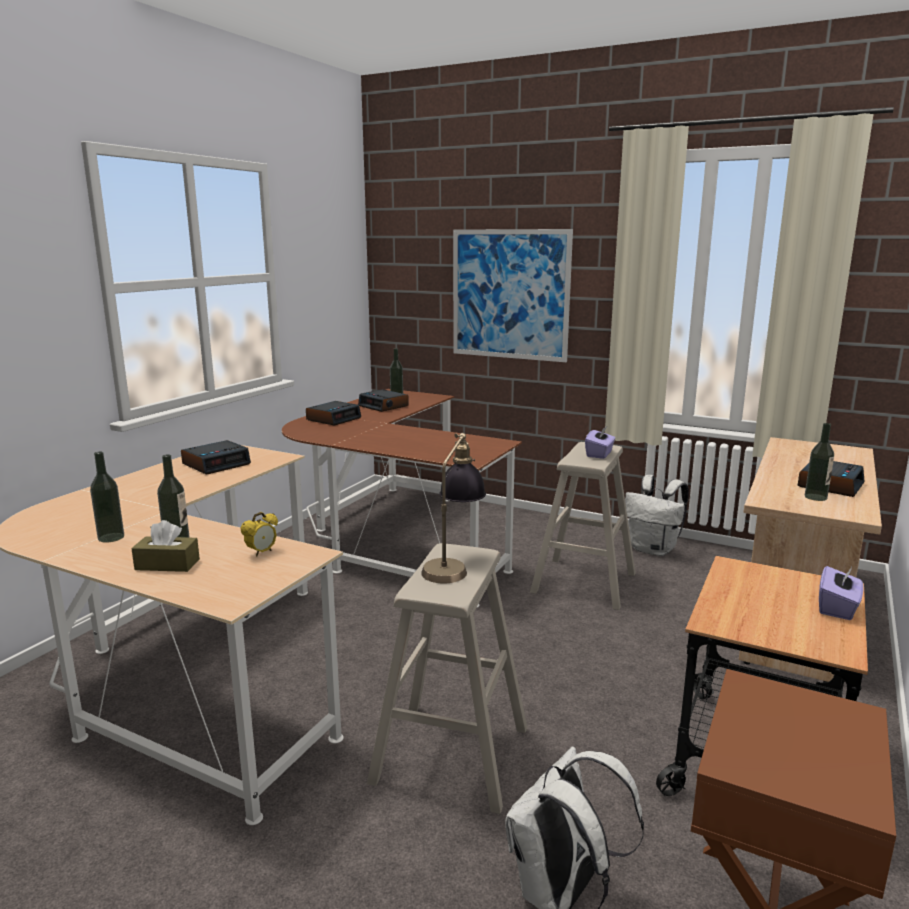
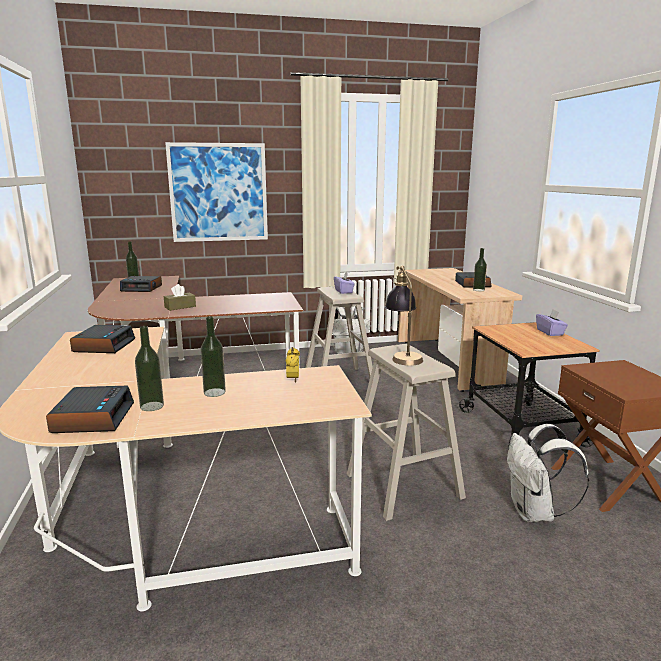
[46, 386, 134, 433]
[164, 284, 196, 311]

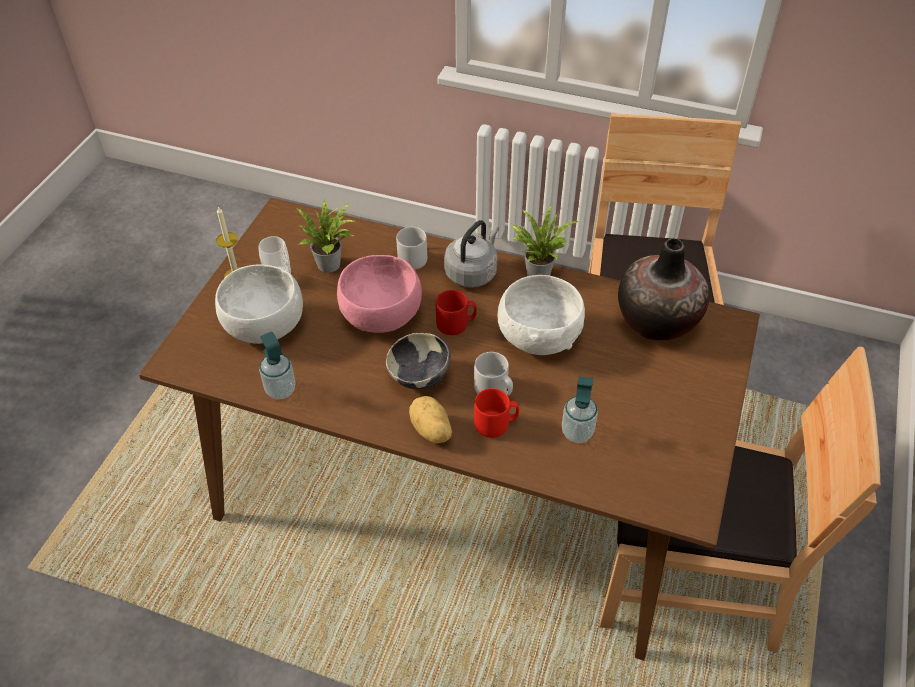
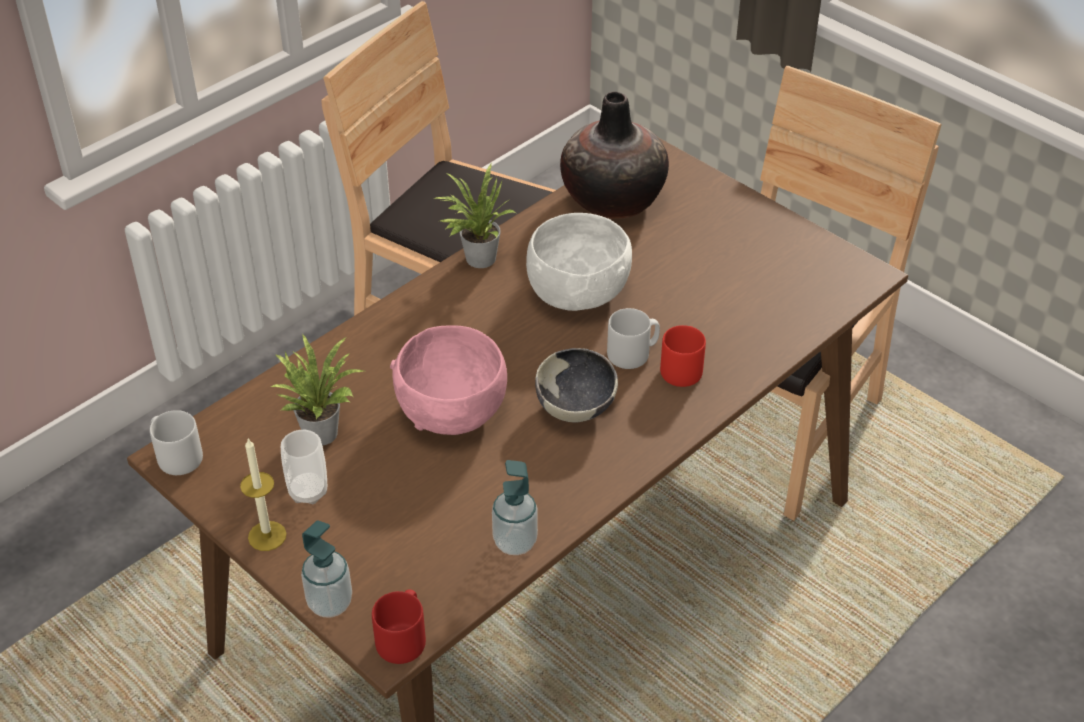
[150, 410, 203, 475]
[301, 521, 352, 617]
[372, 589, 426, 664]
[215, 264, 303, 344] (first image)
[409, 396, 452, 444] (first image)
[444, 220, 499, 288] (first image)

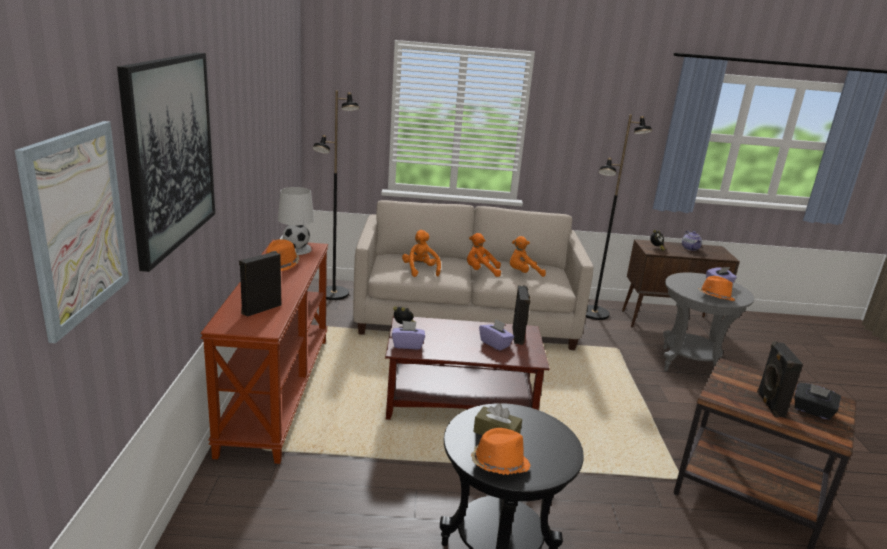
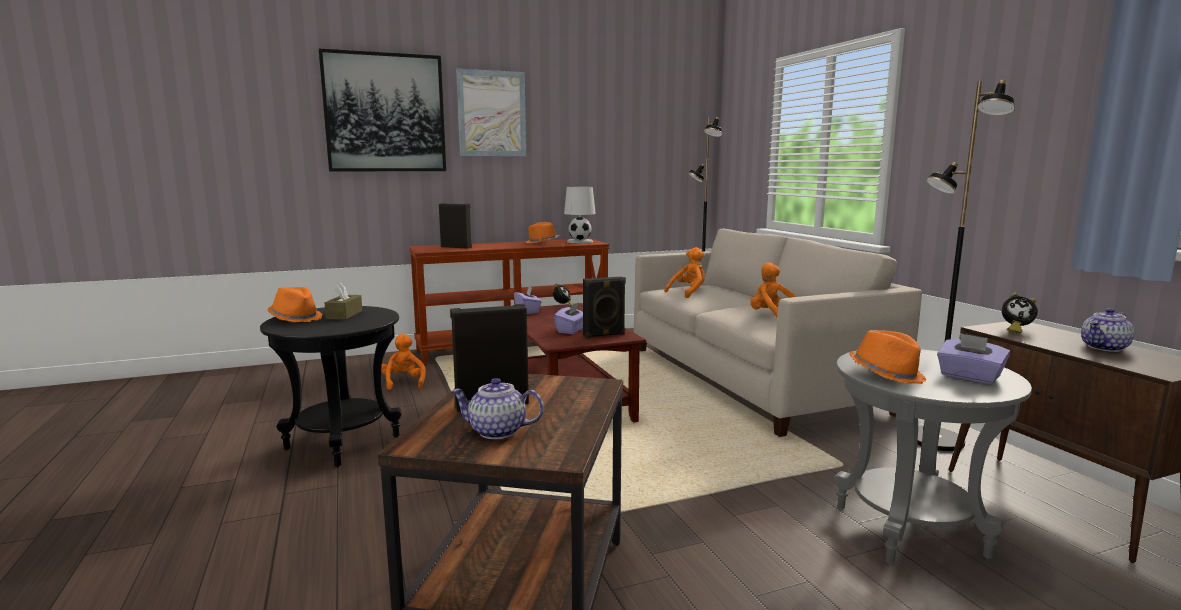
[381, 334, 426, 390]
[451, 378, 544, 439]
[456, 69, 526, 156]

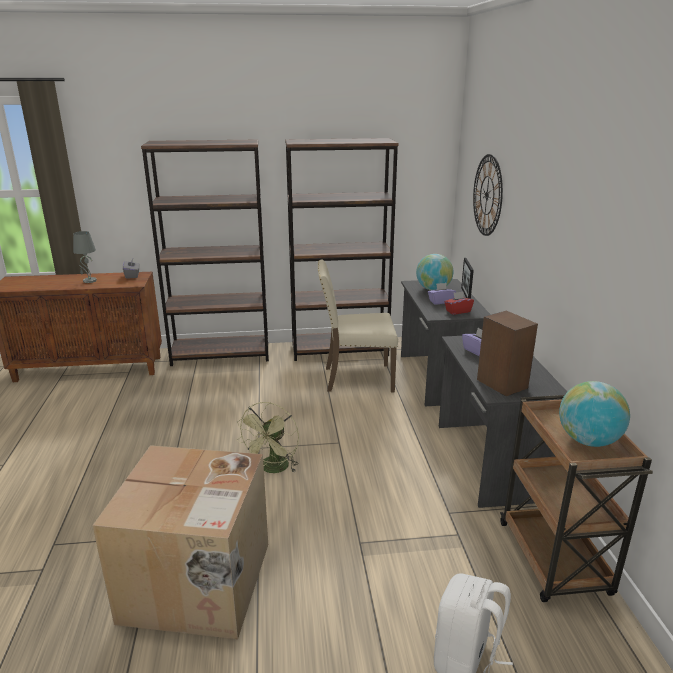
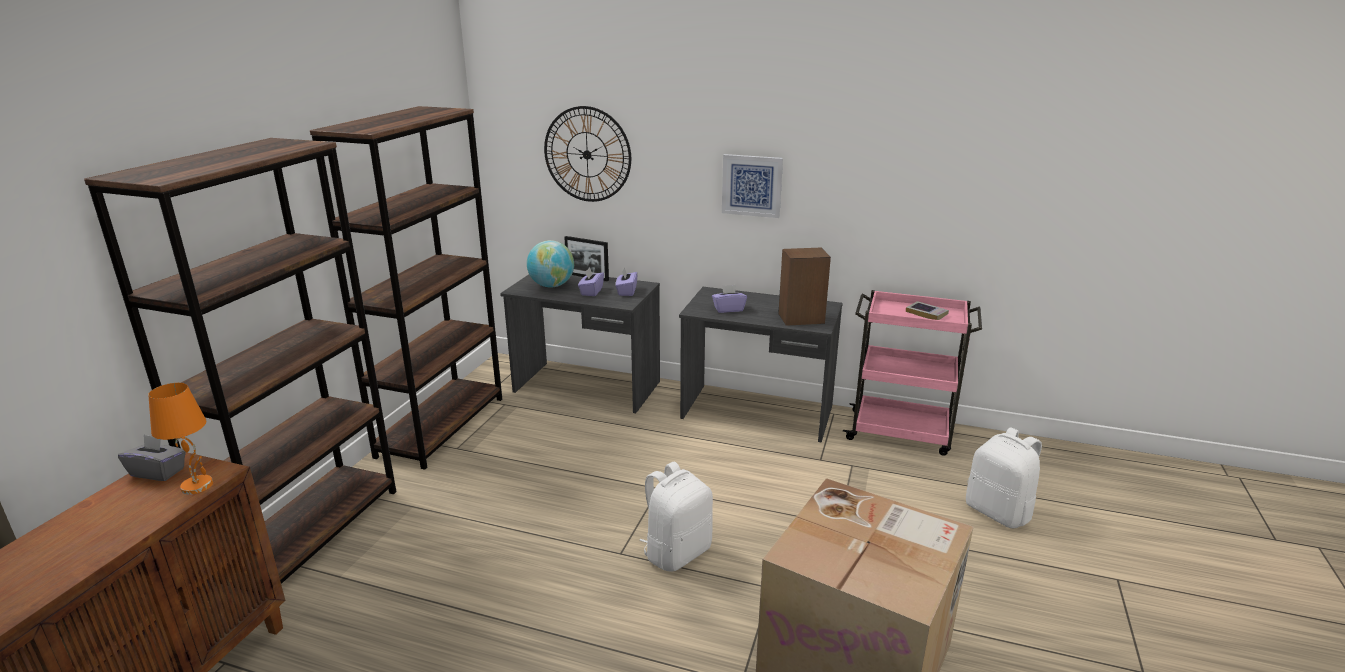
[148, 383, 213, 495]
[615, 267, 638, 296]
[639, 462, 713, 572]
[722, 154, 783, 218]
[843, 290, 982, 456]
[906, 301, 949, 320]
[73, 231, 97, 283] (first image)
[318, 260, 398, 393] (first image)

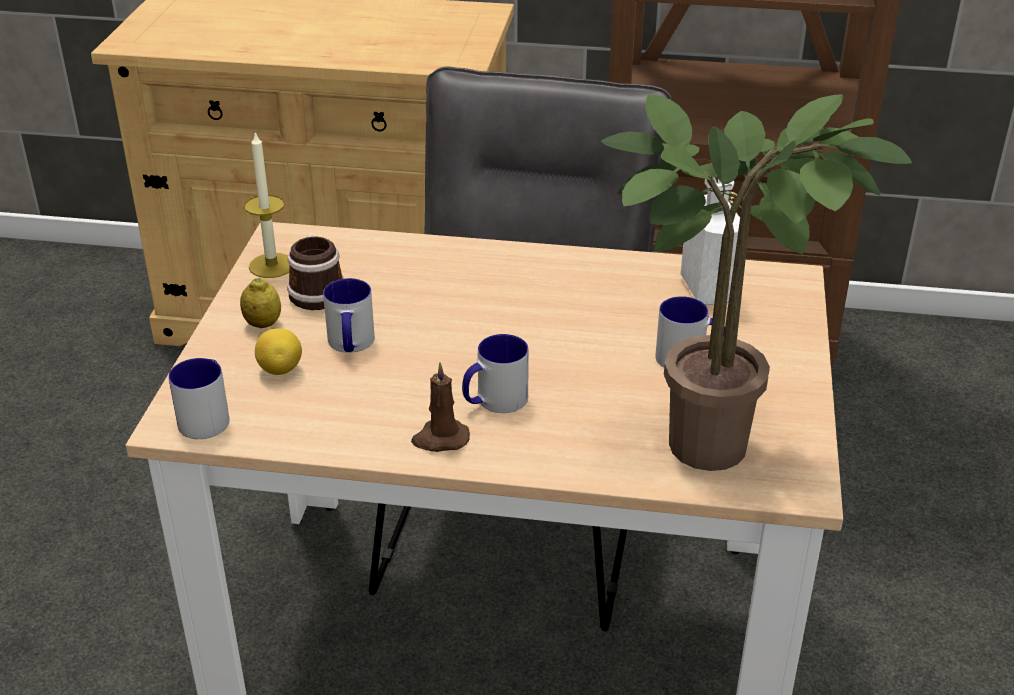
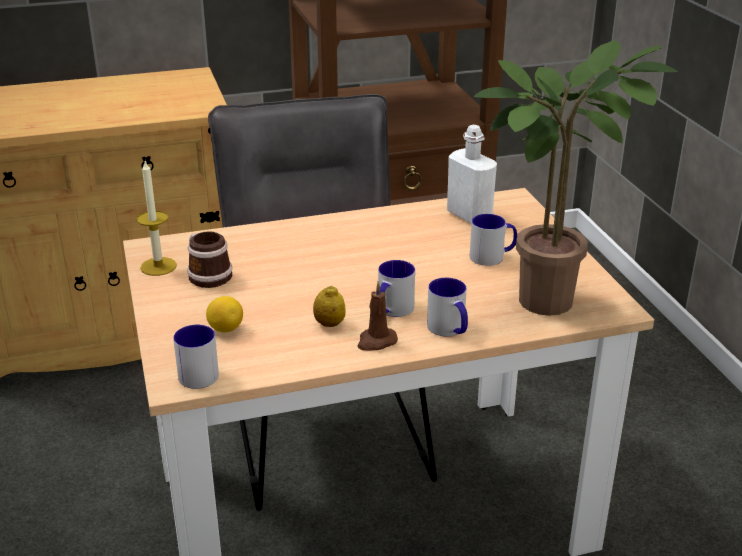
[313, 285, 346, 327]
[427, 278, 468, 337]

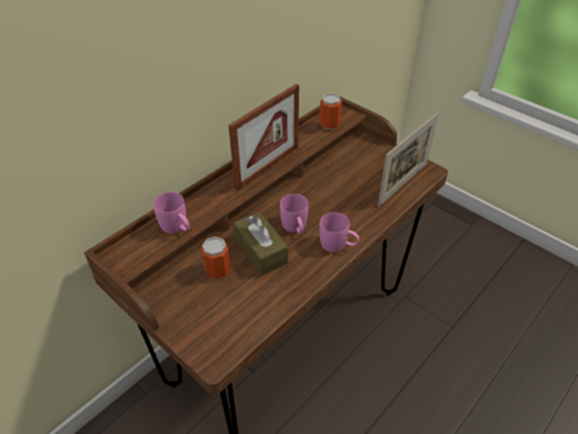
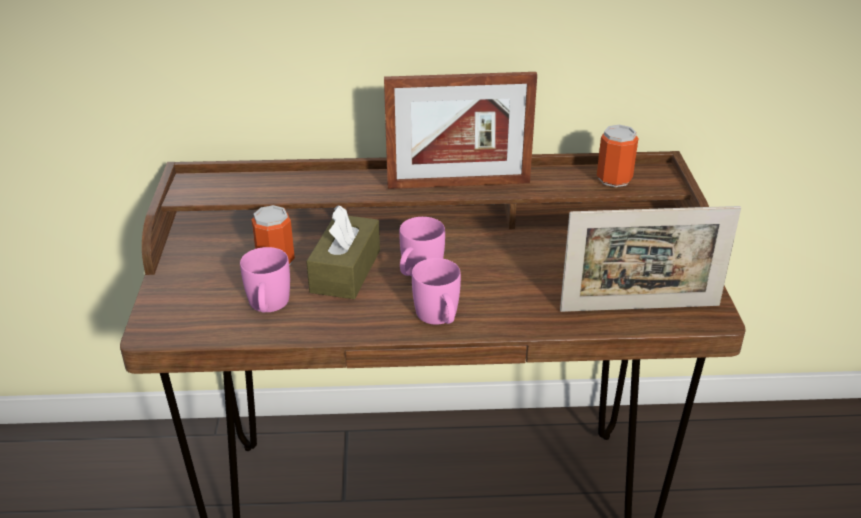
[240, 247, 290, 313]

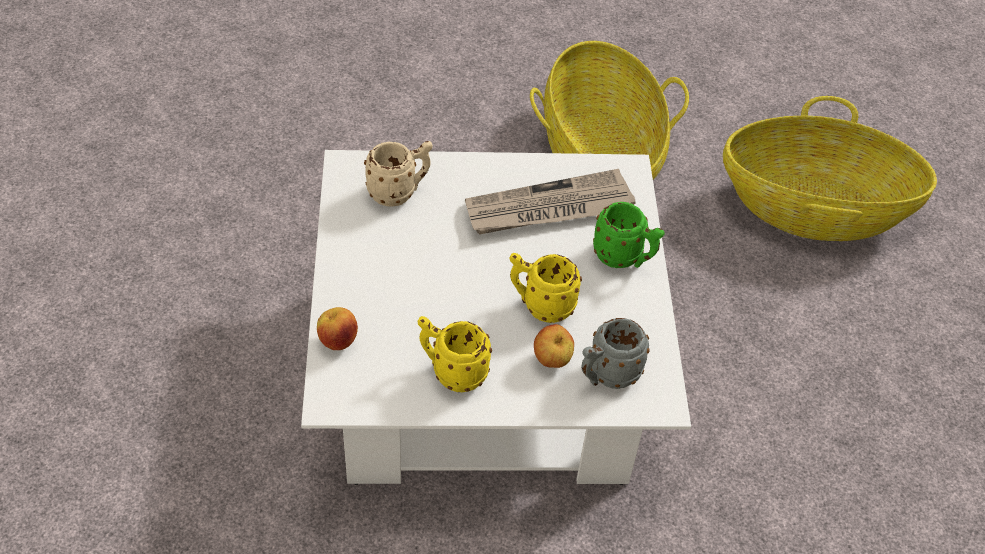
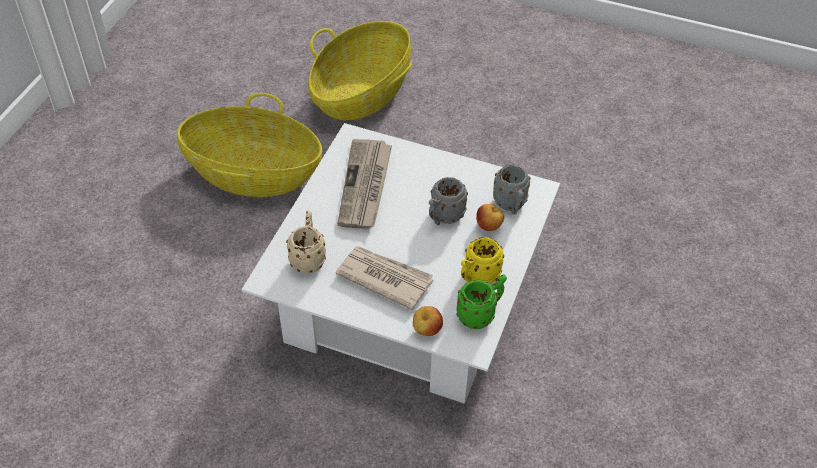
[335, 246, 433, 310]
[429, 177, 468, 225]
[456, 275, 507, 329]

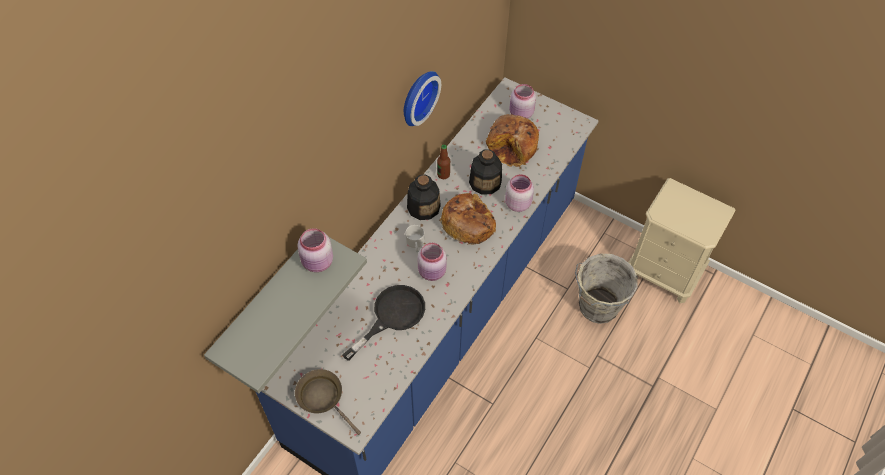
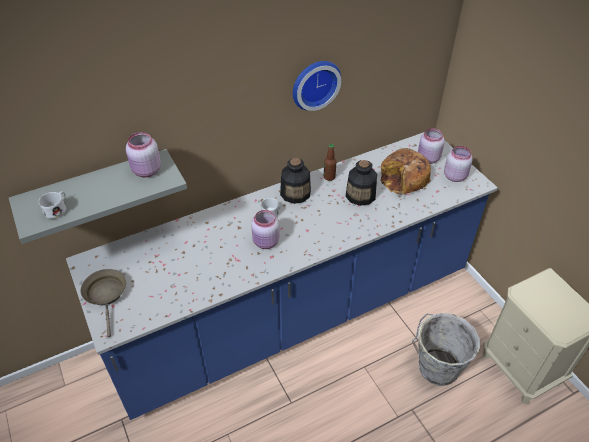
[39, 191, 66, 219]
[444, 146, 473, 182]
[342, 285, 425, 361] (first image)
[440, 193, 496, 245] (first image)

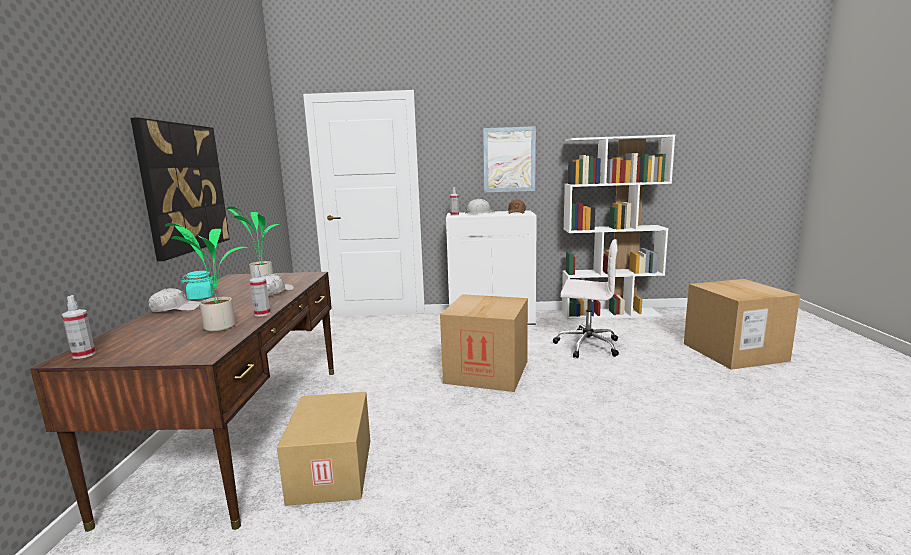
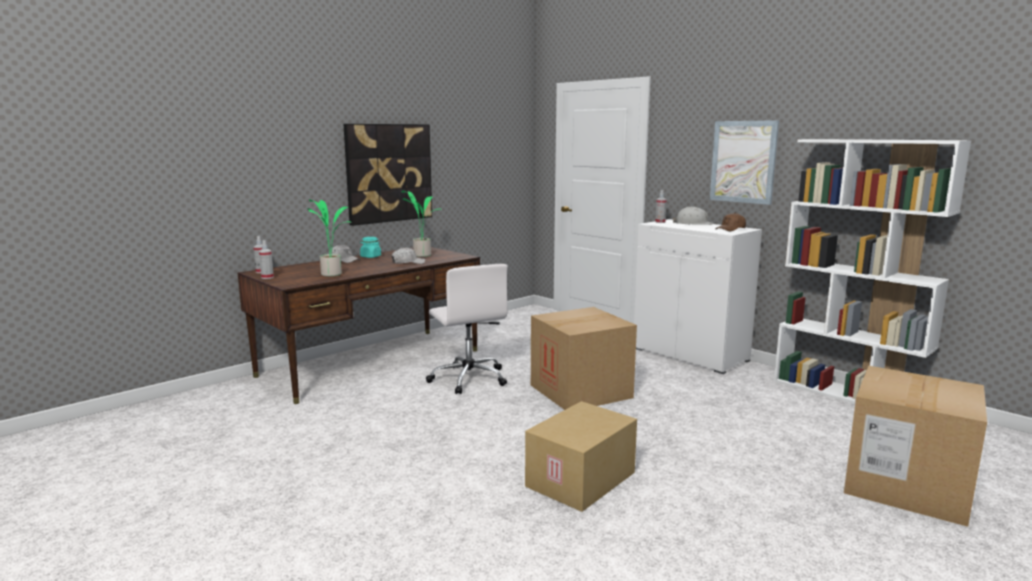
[259, 240, 274, 279]
[426, 264, 508, 394]
[525, 401, 637, 512]

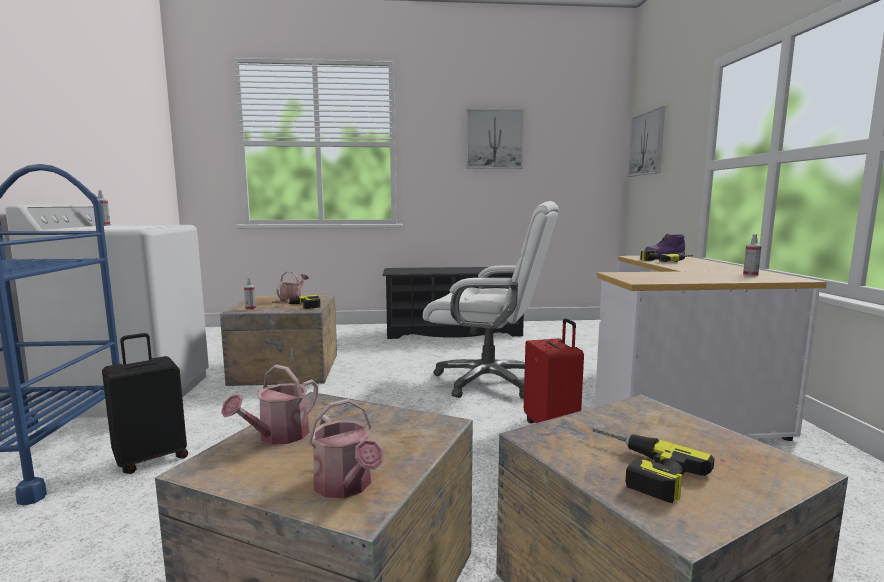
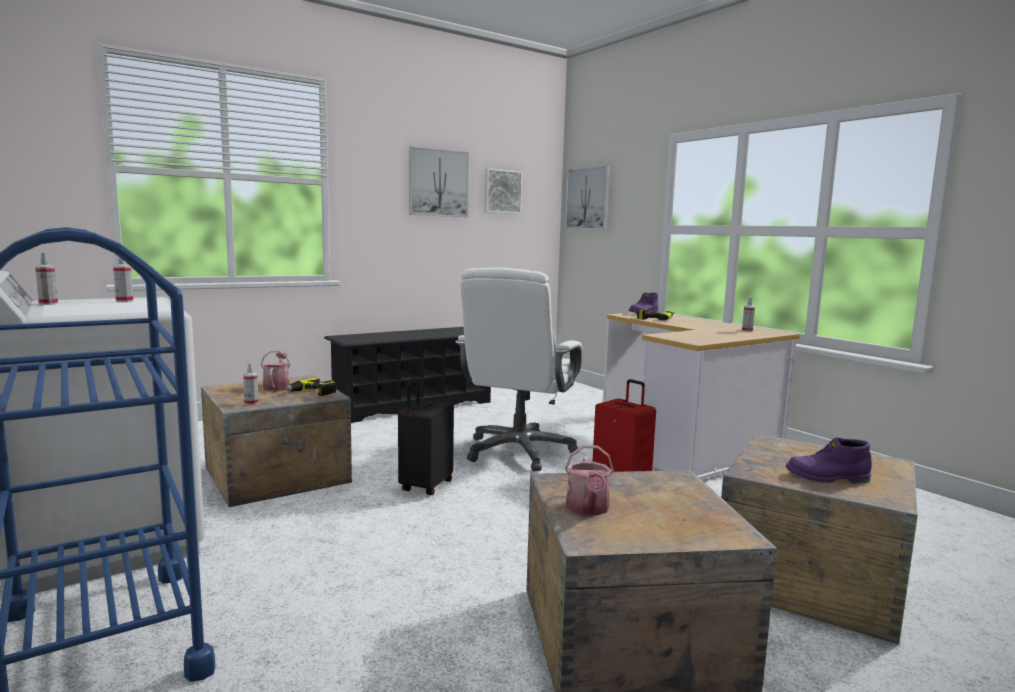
[113, 257, 133, 302]
[398, 380, 454, 495]
[455, 268, 582, 471]
[484, 169, 523, 214]
[786, 437, 872, 483]
[308, 399, 384, 498] (first image)

